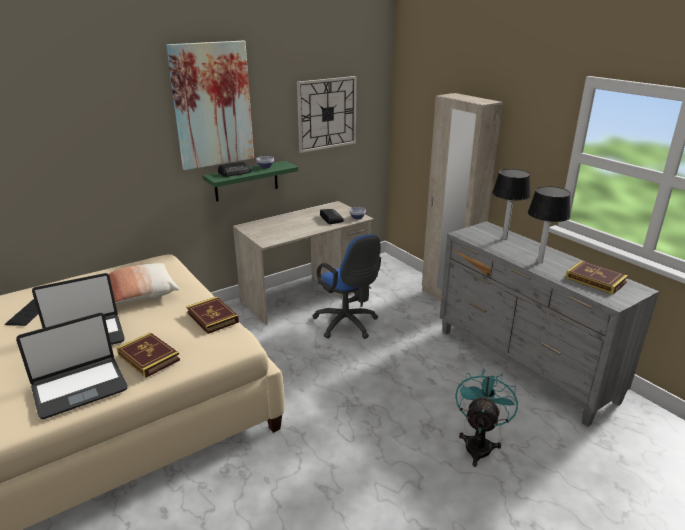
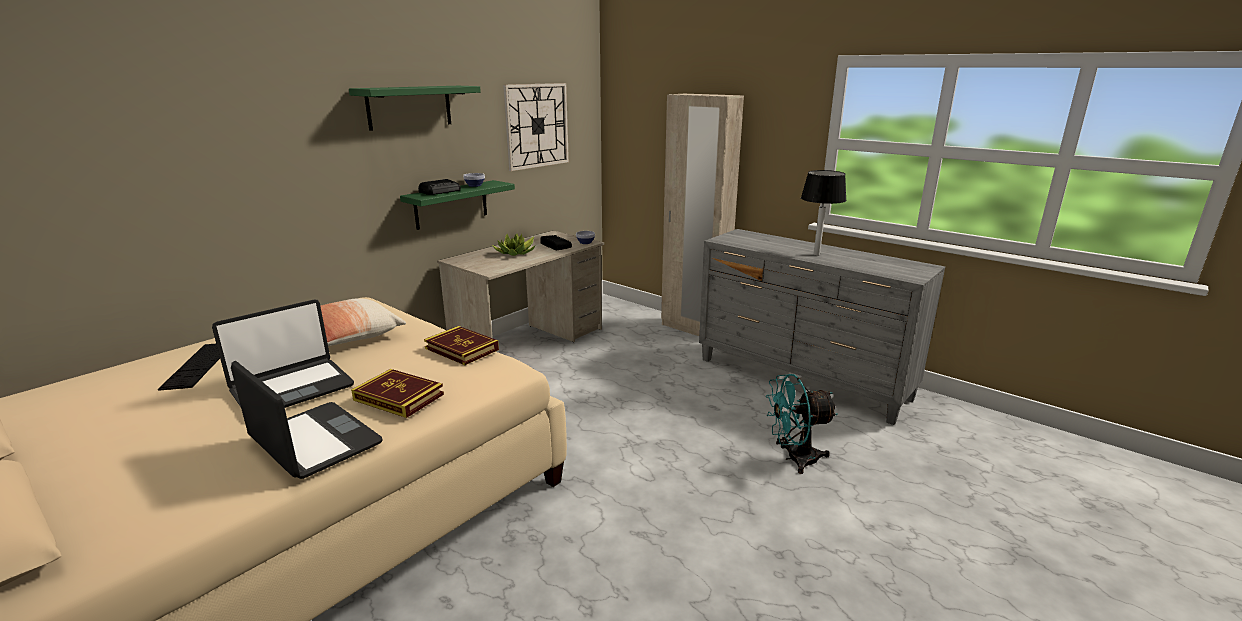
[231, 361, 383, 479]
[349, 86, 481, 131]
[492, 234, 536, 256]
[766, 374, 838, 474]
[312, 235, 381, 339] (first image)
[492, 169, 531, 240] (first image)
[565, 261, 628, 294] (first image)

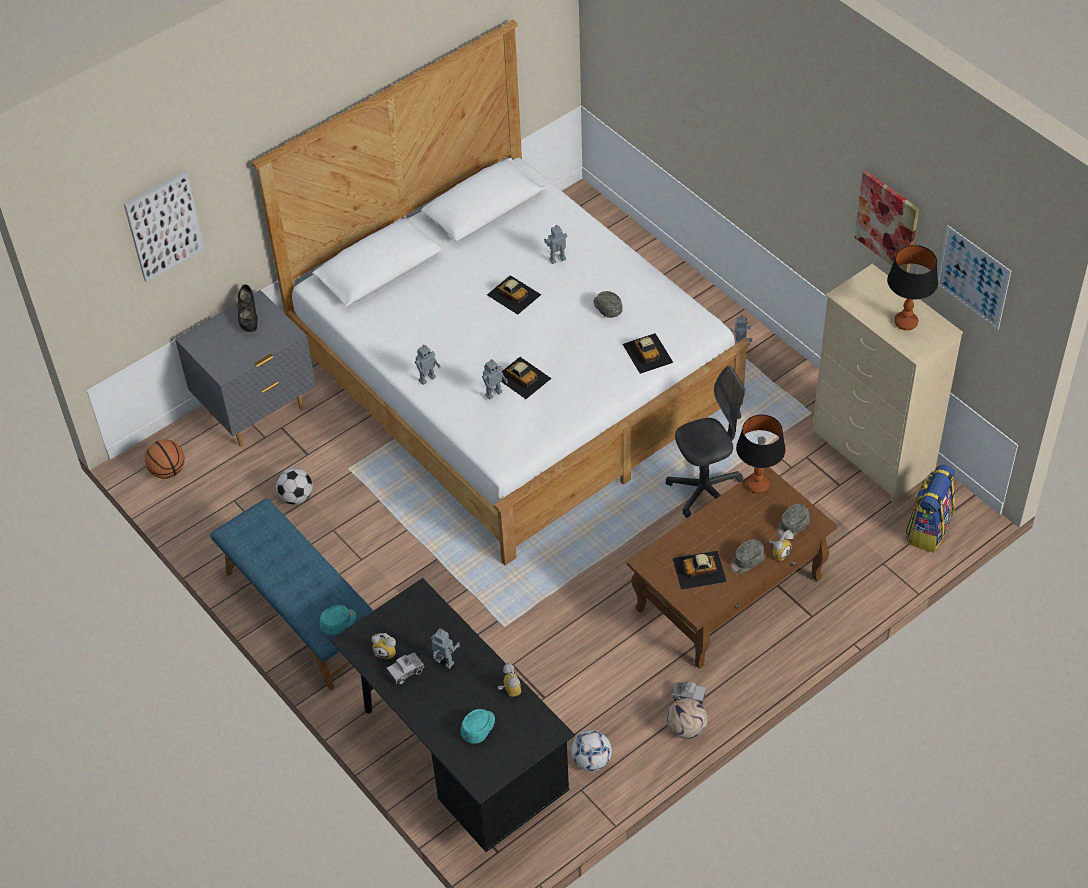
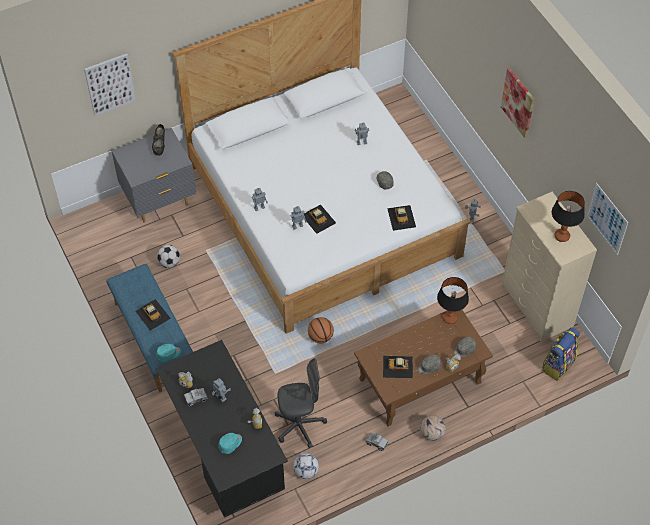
[135, 299, 171, 331]
[275, 358, 327, 448]
[308, 317, 334, 343]
[420, 415, 446, 441]
[501, 68, 535, 138]

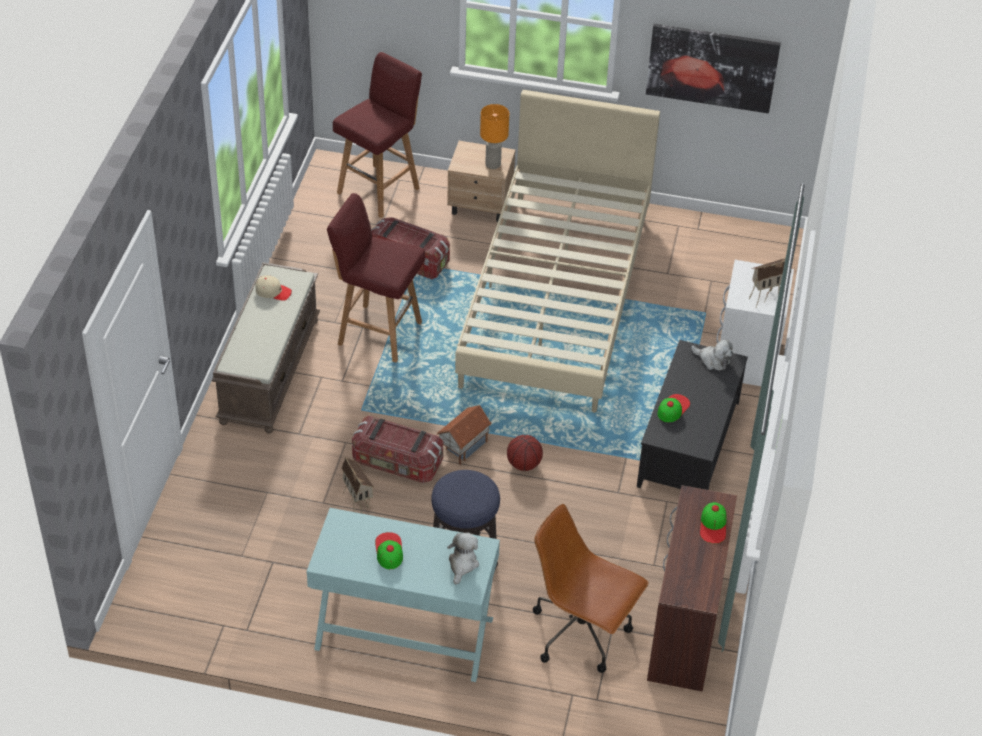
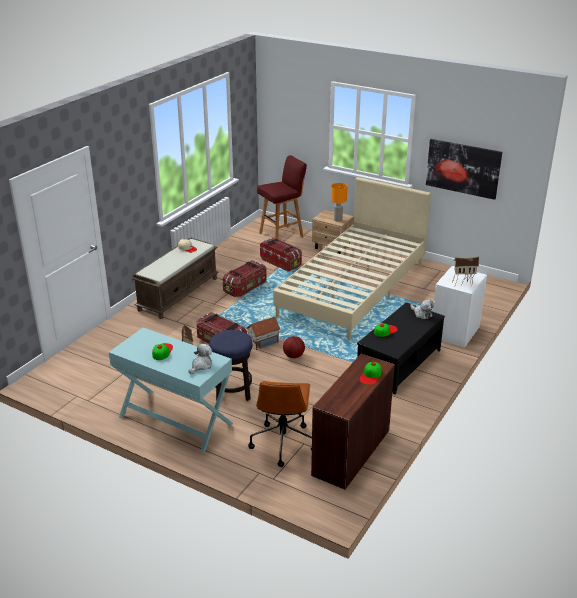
[223, 260, 267, 297]
[248, 381, 312, 467]

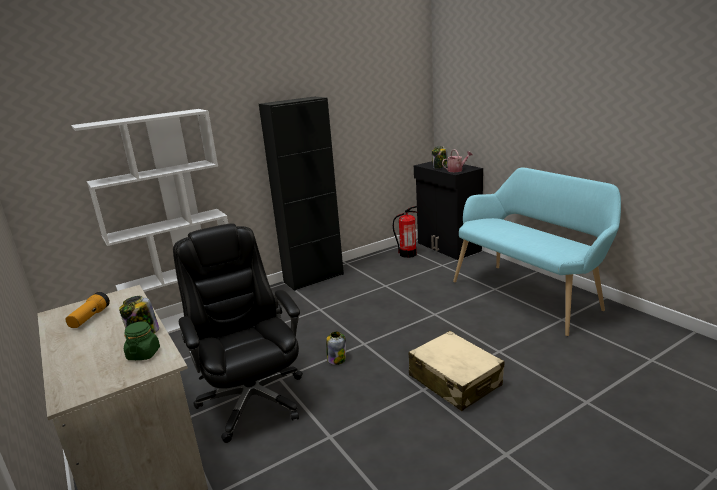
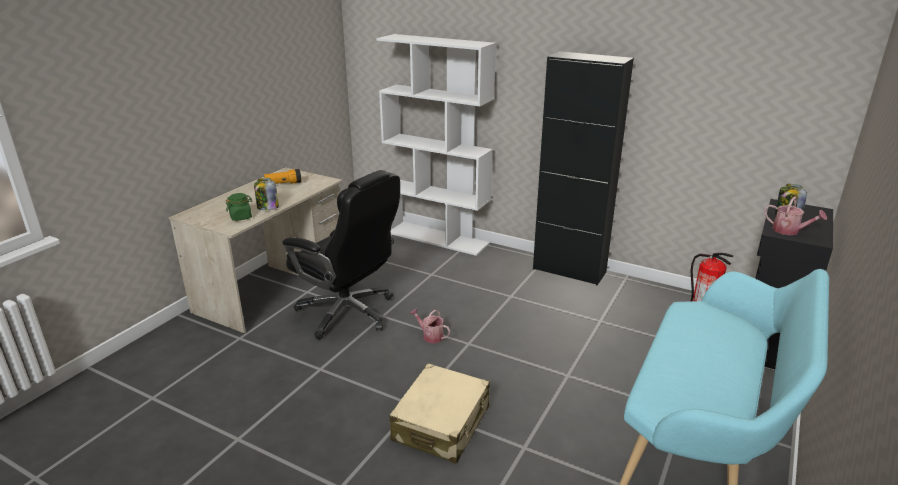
[282, 170, 400, 340]
[409, 308, 451, 343]

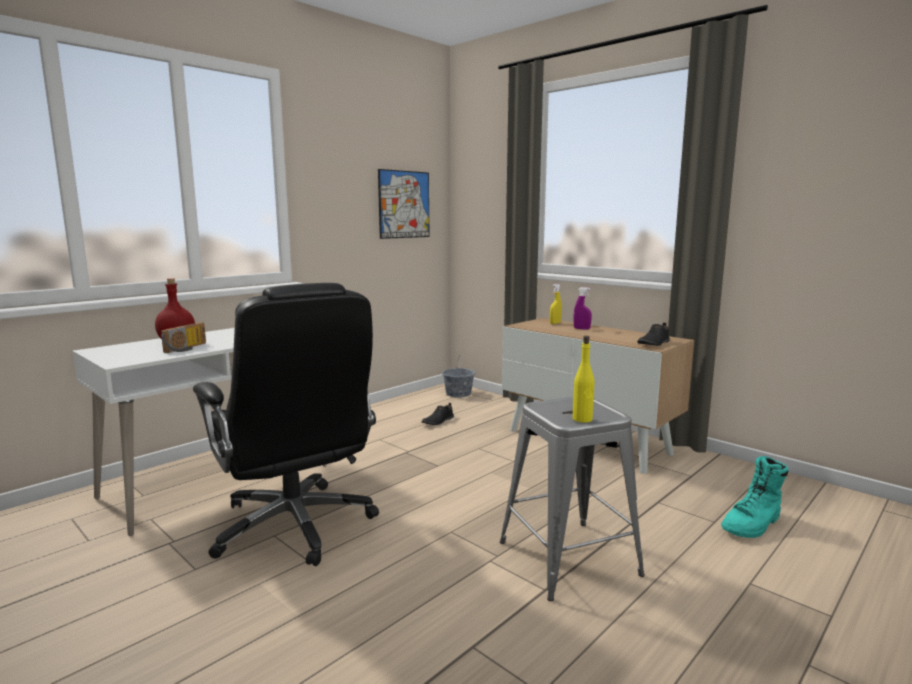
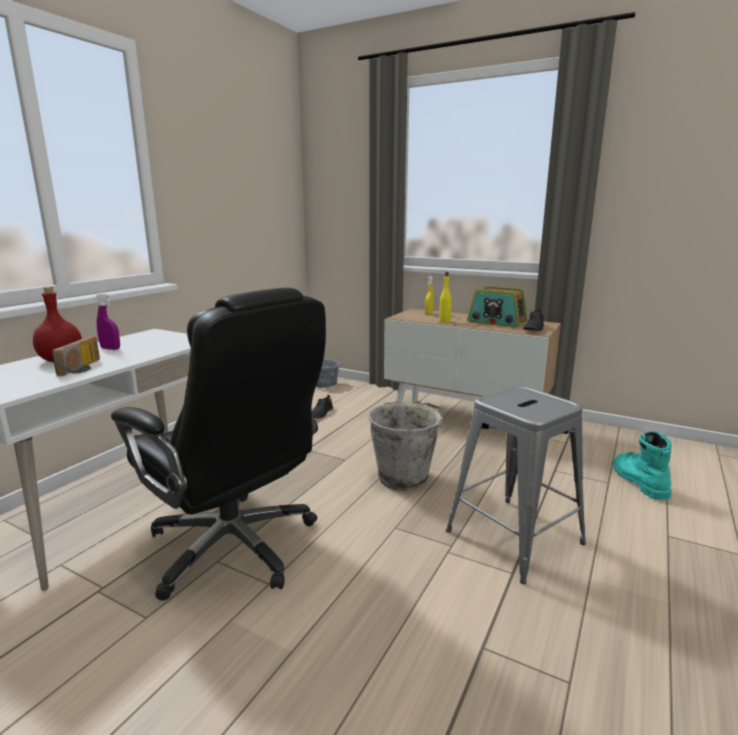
[95, 294, 120, 350]
[368, 402, 445, 491]
[439, 272, 452, 323]
[467, 286, 527, 328]
[613, 431, 672, 500]
[378, 169, 429, 239] (first image)

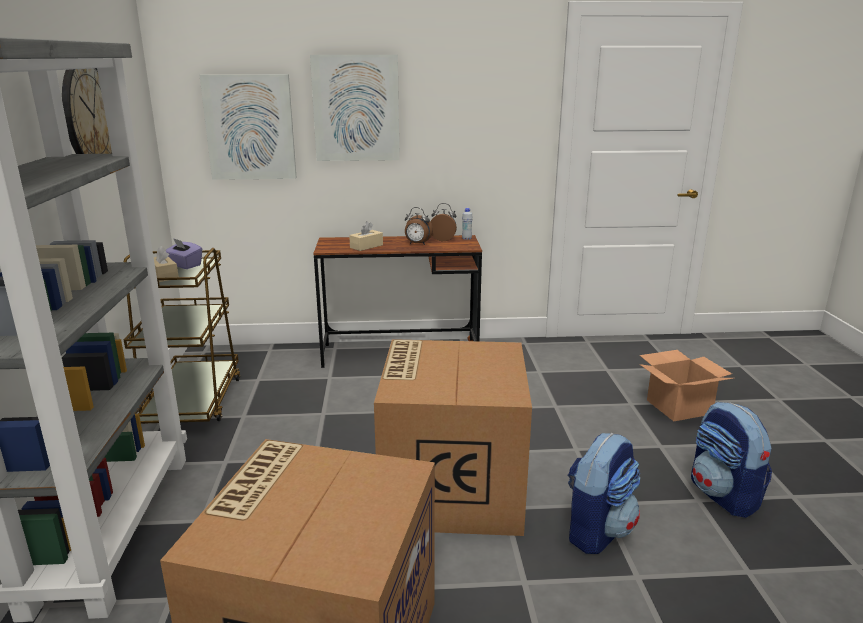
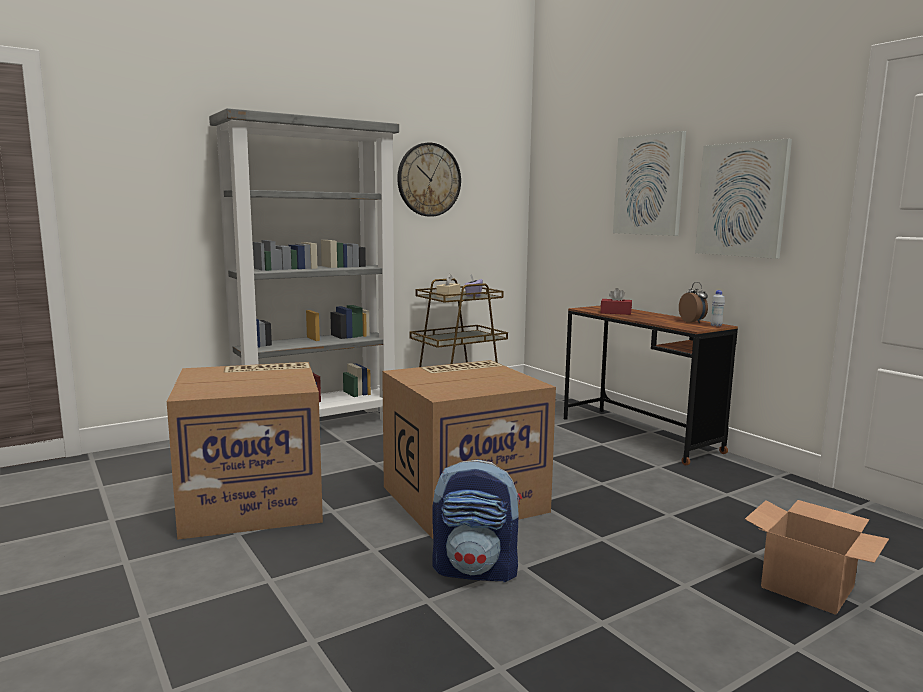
[600, 288, 632, 315]
[695, 139, 792, 259]
[405, 207, 433, 245] (first image)
[691, 402, 772, 518] (first image)

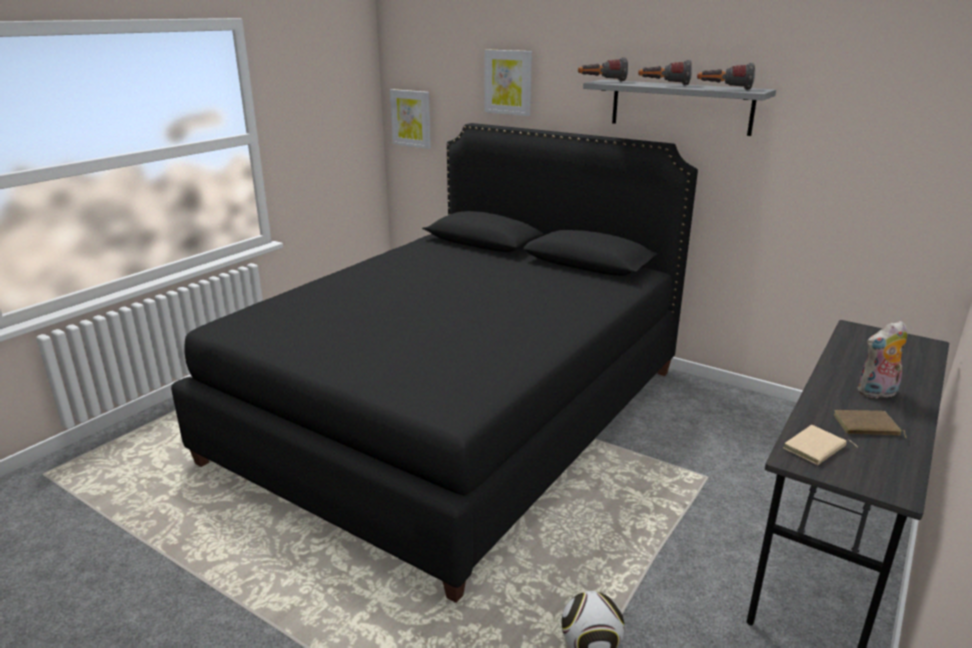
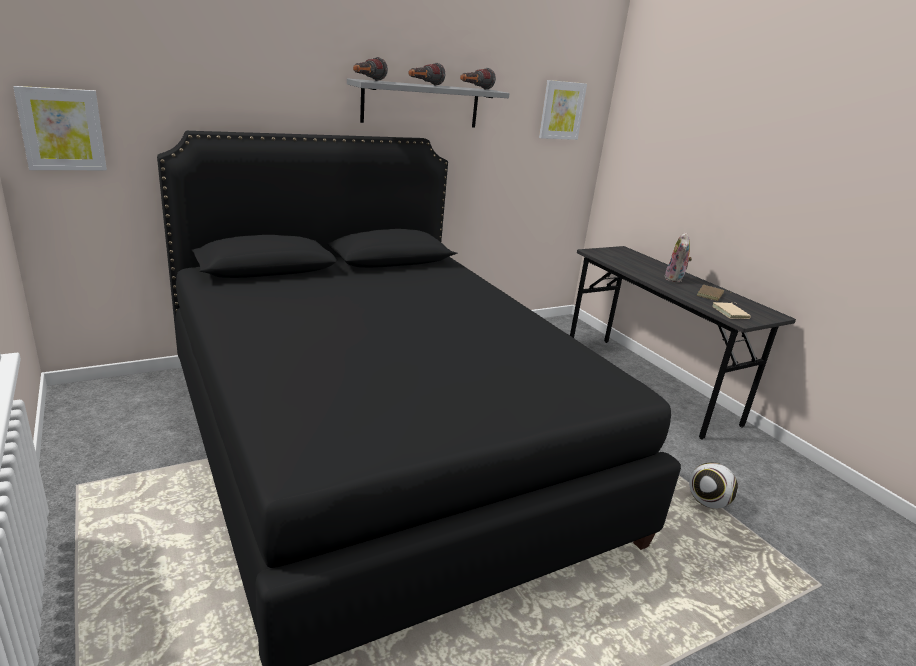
[539, 80, 587, 140]

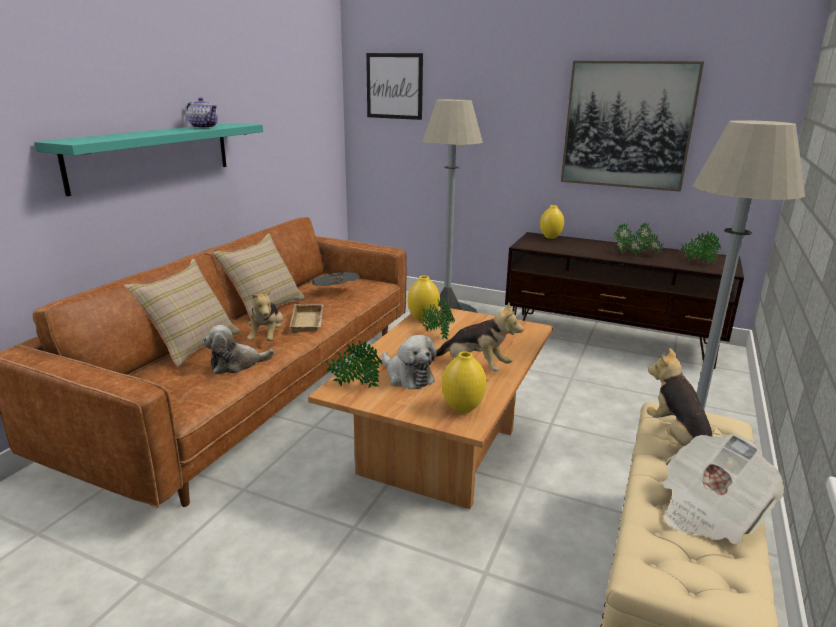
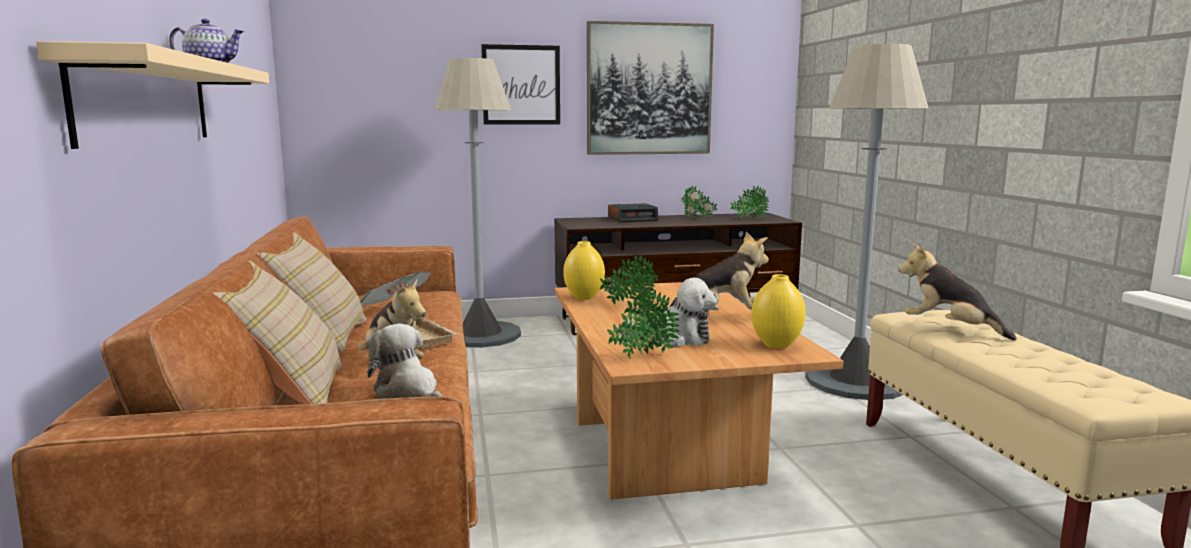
[36, 41, 269, 149]
[367, 323, 442, 399]
[481, 44, 560, 125]
[608, 203, 658, 223]
[540, 205, 564, 239] (first image)
[613, 223, 644, 255] (first image)
[663, 434, 784, 544] (first image)

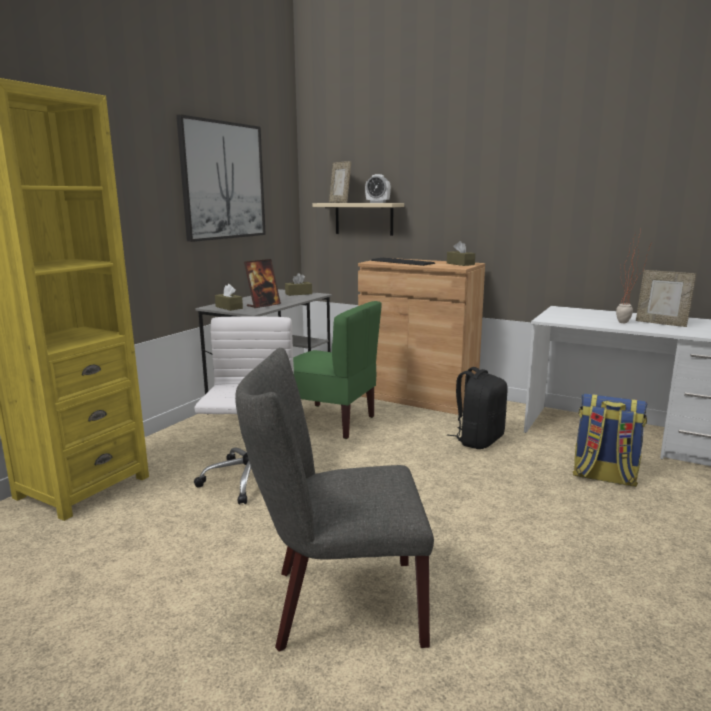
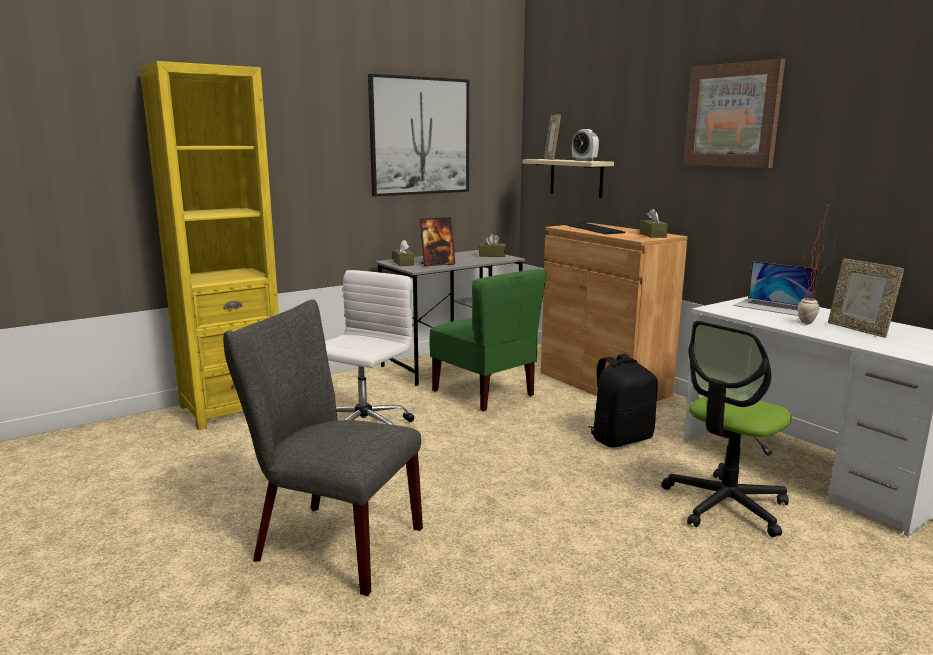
[661, 321, 792, 537]
[683, 58, 785, 168]
[733, 261, 817, 316]

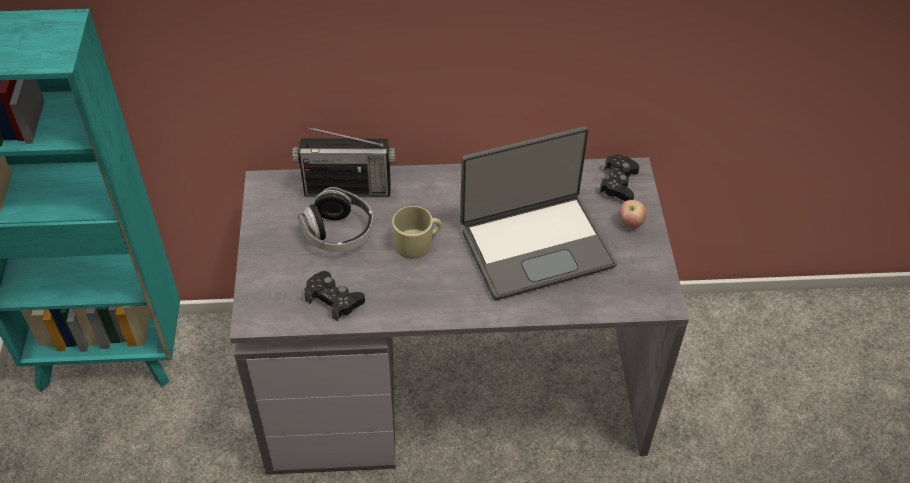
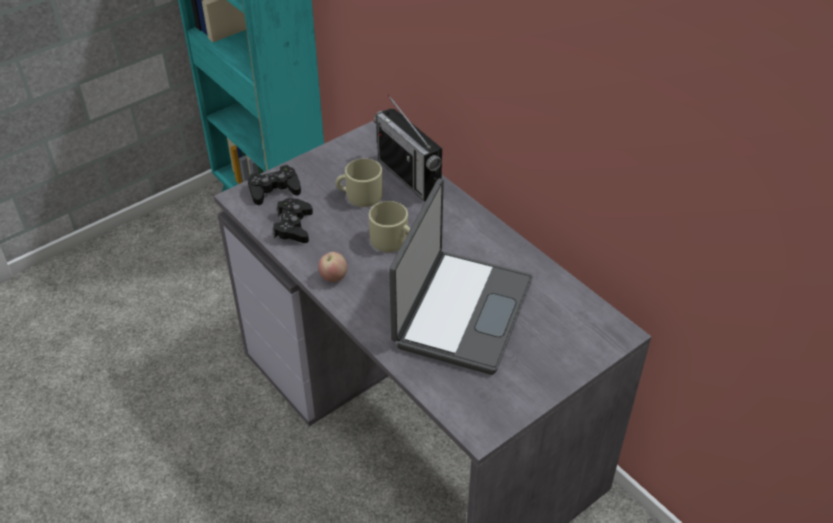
[248, 165, 301, 205]
[318, 252, 347, 282]
[335, 158, 383, 207]
[389, 178, 533, 375]

